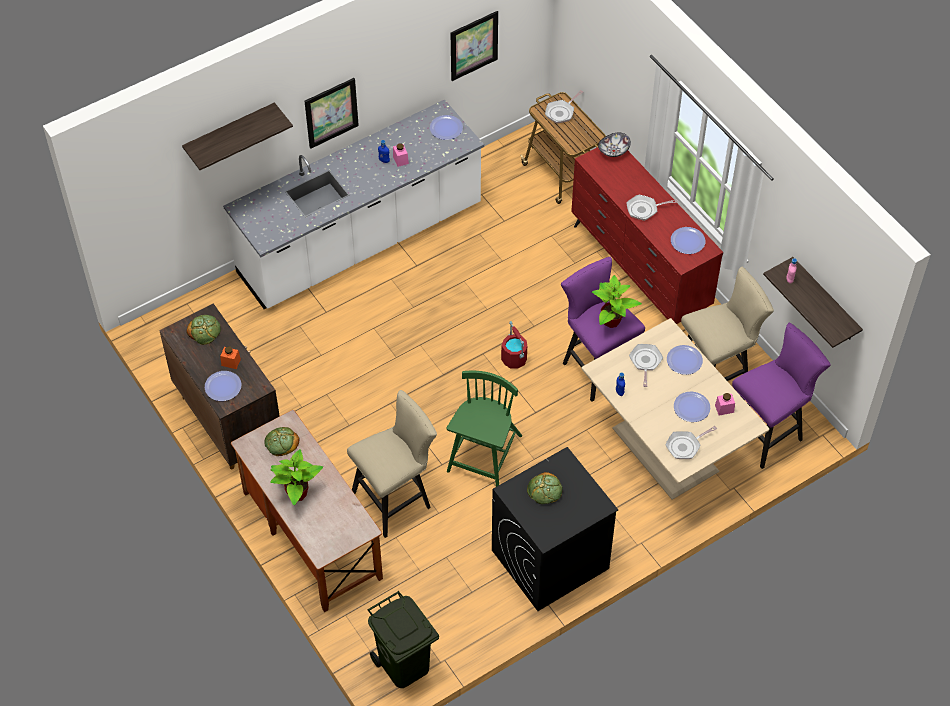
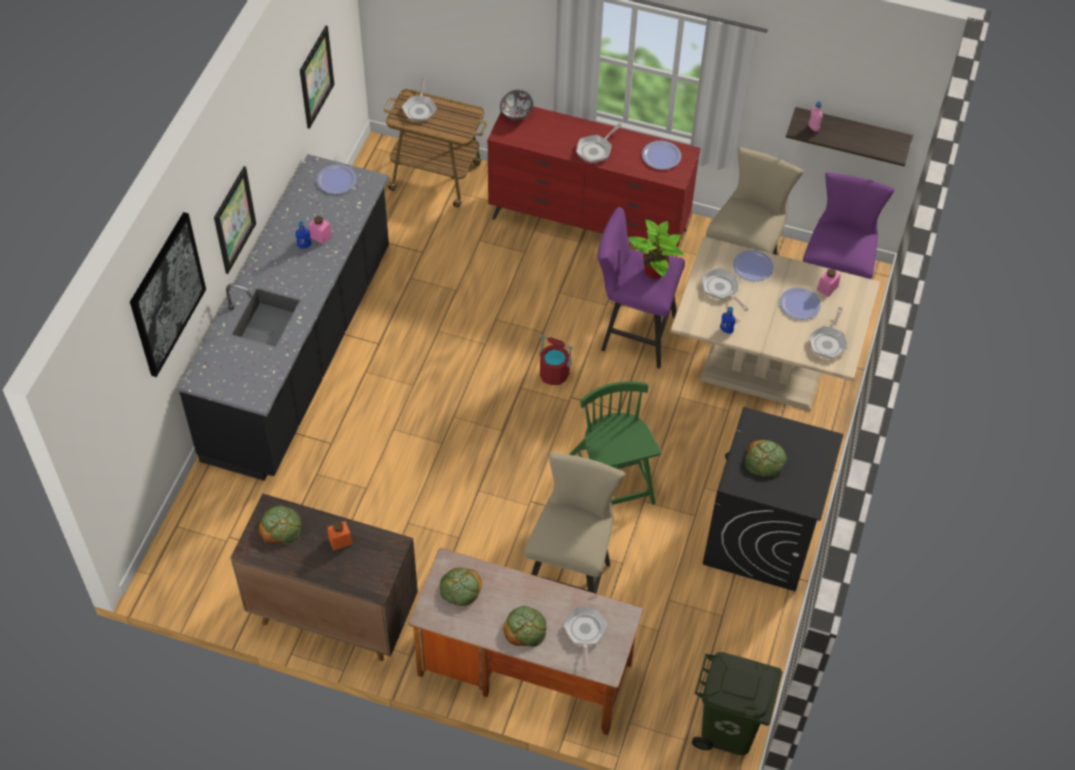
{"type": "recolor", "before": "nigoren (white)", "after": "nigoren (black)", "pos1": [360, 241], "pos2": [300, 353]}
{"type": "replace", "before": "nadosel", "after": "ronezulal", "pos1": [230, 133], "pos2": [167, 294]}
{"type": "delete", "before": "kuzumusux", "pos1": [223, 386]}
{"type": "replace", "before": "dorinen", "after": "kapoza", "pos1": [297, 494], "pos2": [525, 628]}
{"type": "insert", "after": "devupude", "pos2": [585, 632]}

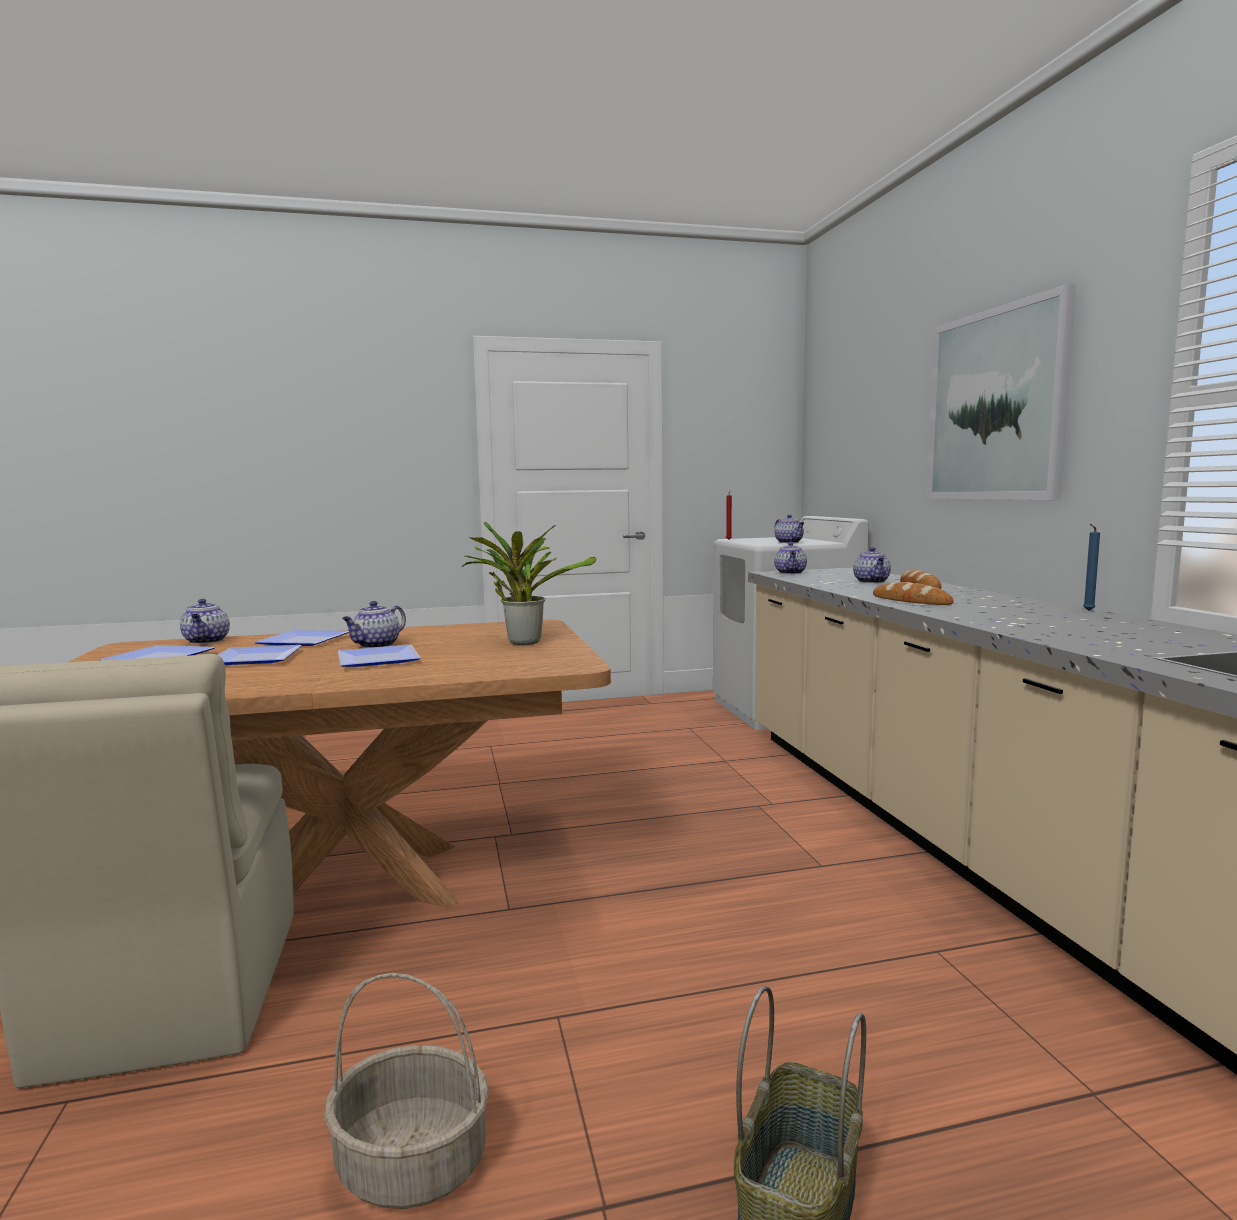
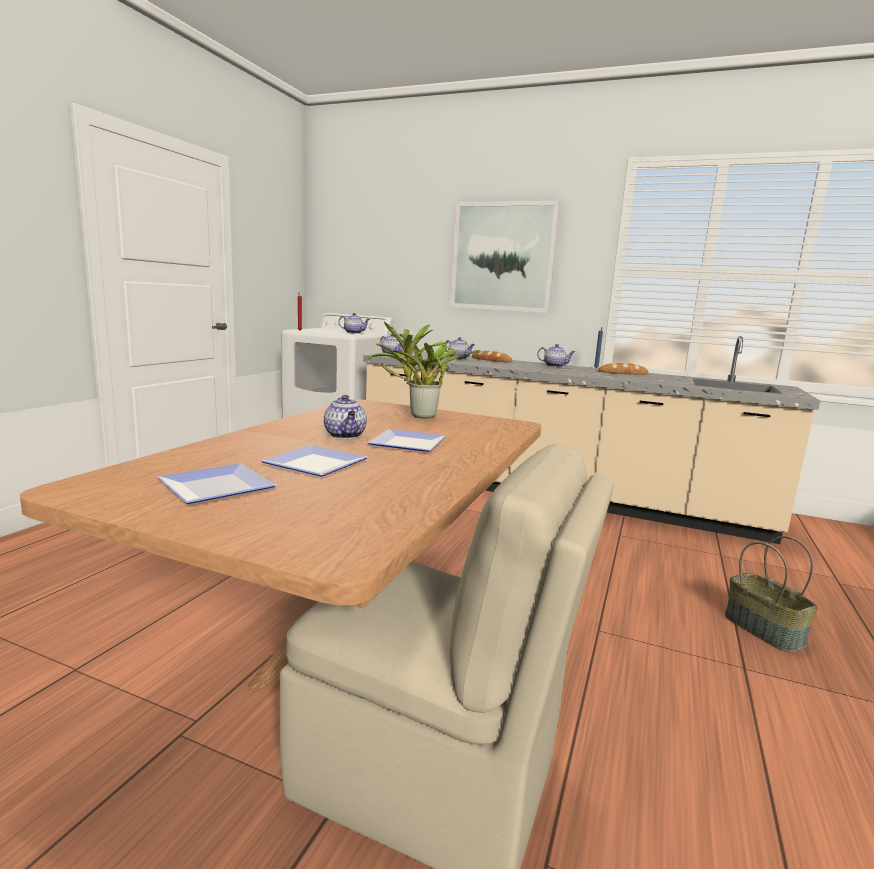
{"type": "move", "before": "kapoza", "pos1": [911, 601], "pos2": [623, 373]}
{"type": "move", "before": "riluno", "pos1": [207, 641], "pos2": [555, 366]}
{"type": "delete", "before": "kuzumusux", "pos1": [307, 641]}
{"type": "delete", "before": "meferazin", "pos1": [410, 1165]}

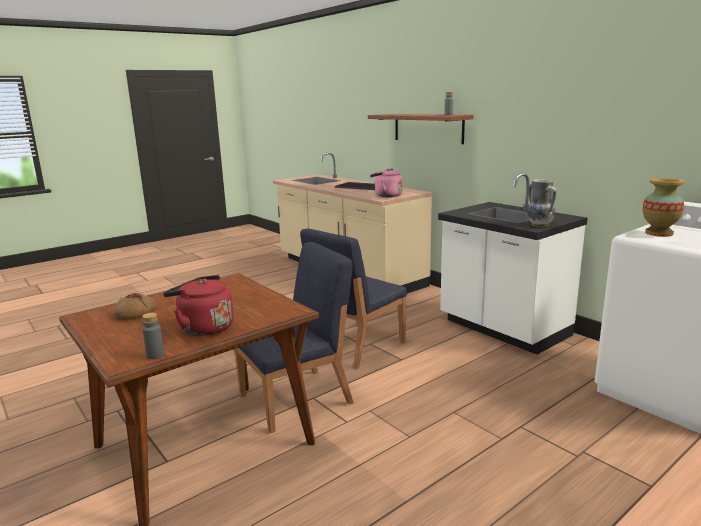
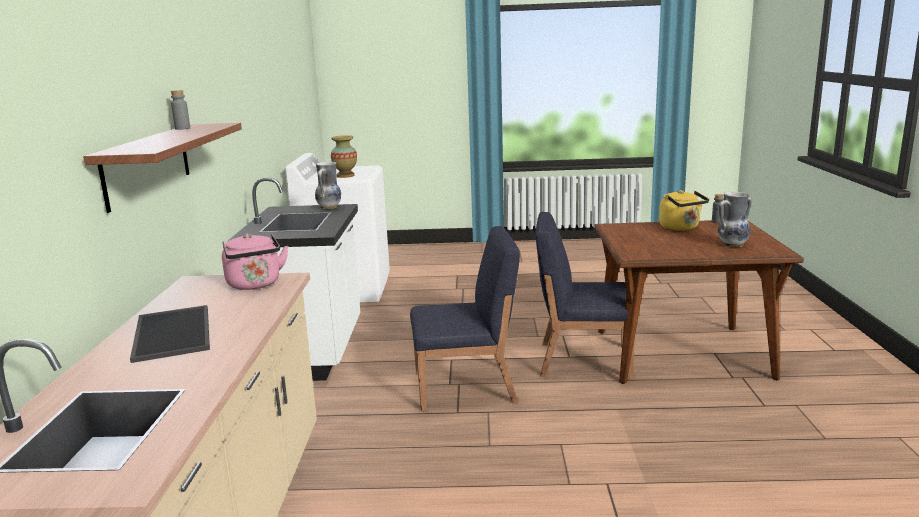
{"type": "recolor", "before": "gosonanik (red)", "after": "gosonanik (yellow)", "pos1": [203, 328], "pos2": [681, 228]}
{"type": "replace", "before": "kapoza", "after": "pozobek", "pos1": [135, 314], "pos2": [732, 244]}

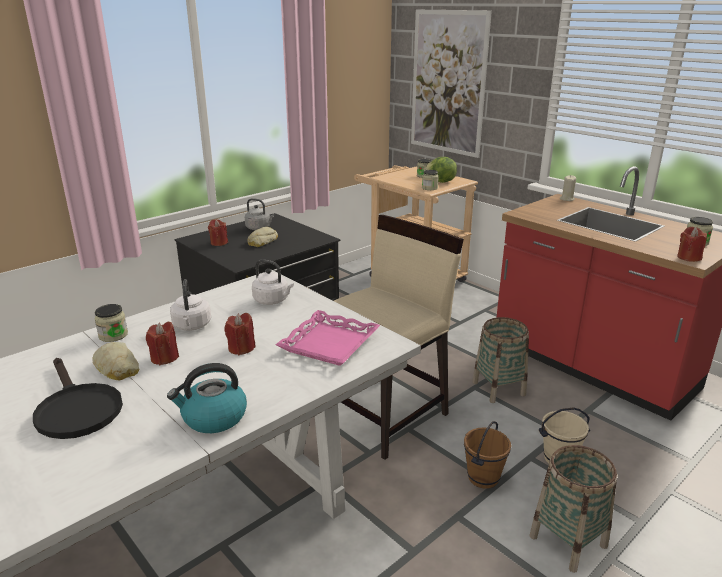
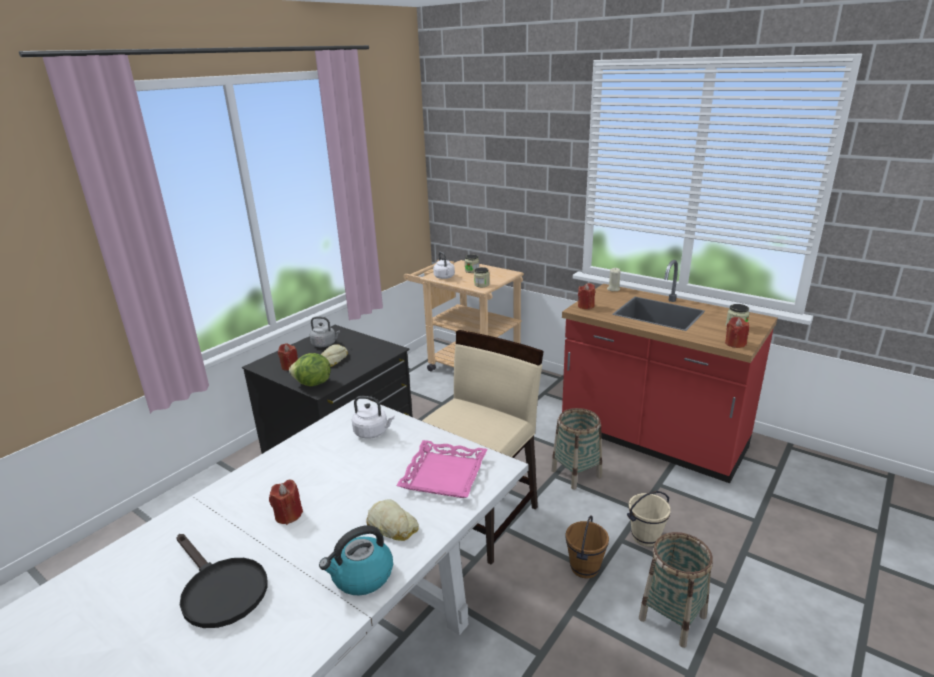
{"type": "delete", "before": "ronezulal", "pos1": [448, 83]}
{"type": "move", "before": "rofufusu", "pos1": [441, 182], "pos2": [313, 384]}
{"type": "move", "before": "gosonanik (white)", "pos1": [192, 326], "pos2": [444, 277]}
{"type": "delete", "before": "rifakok", "pos1": [113, 335]}
{"type": "move", "before": "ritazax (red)", "pos1": [241, 348], "pos2": [586, 306]}
{"type": "move", "before": "kapoza", "pos1": [116, 368], "pos2": [392, 526]}

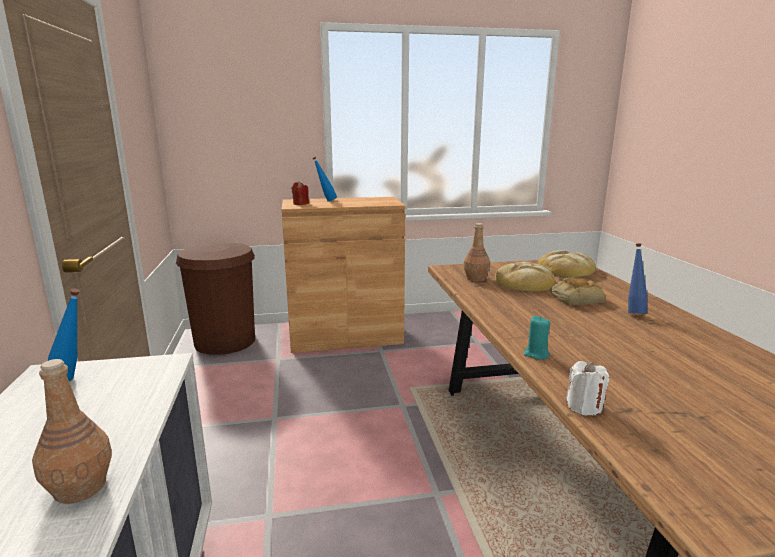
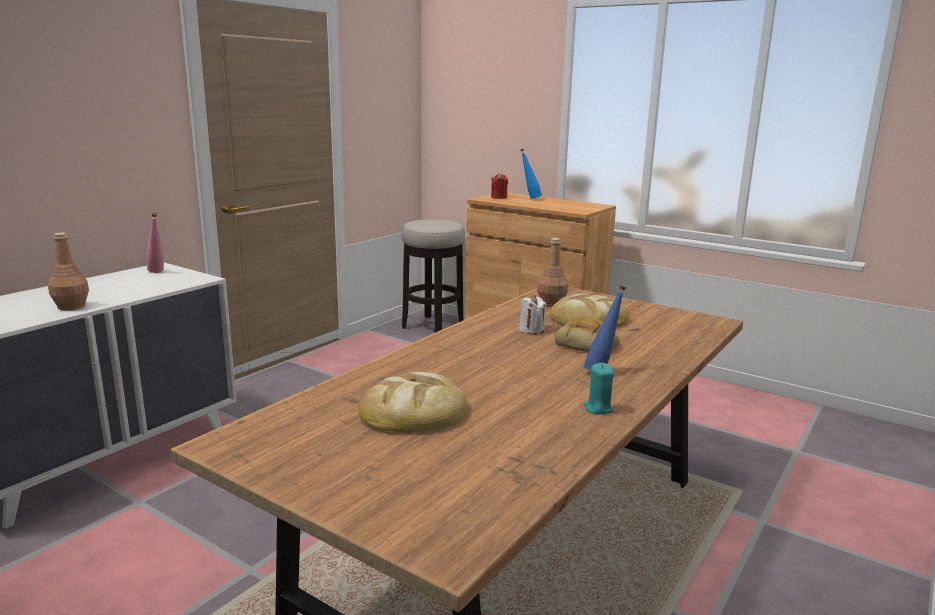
{"type": "replace", "before": "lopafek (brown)", "after": "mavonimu", "pos1": [225, 341], "pos2": [432, 326]}
{"type": "move", "before": "kapoza", "pos1": [566, 269], "pos2": [414, 410]}
{"type": "recolor", "before": "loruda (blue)", "after": "loruda (pink)", "pos1": [73, 381], "pos2": [158, 273]}
{"type": "move", "before": "ritazax (turquoise)", "pos1": [536, 354], "pos2": [598, 408]}
{"type": "move", "before": "ritazax (white)", "pos1": [584, 406], "pos2": [531, 330]}

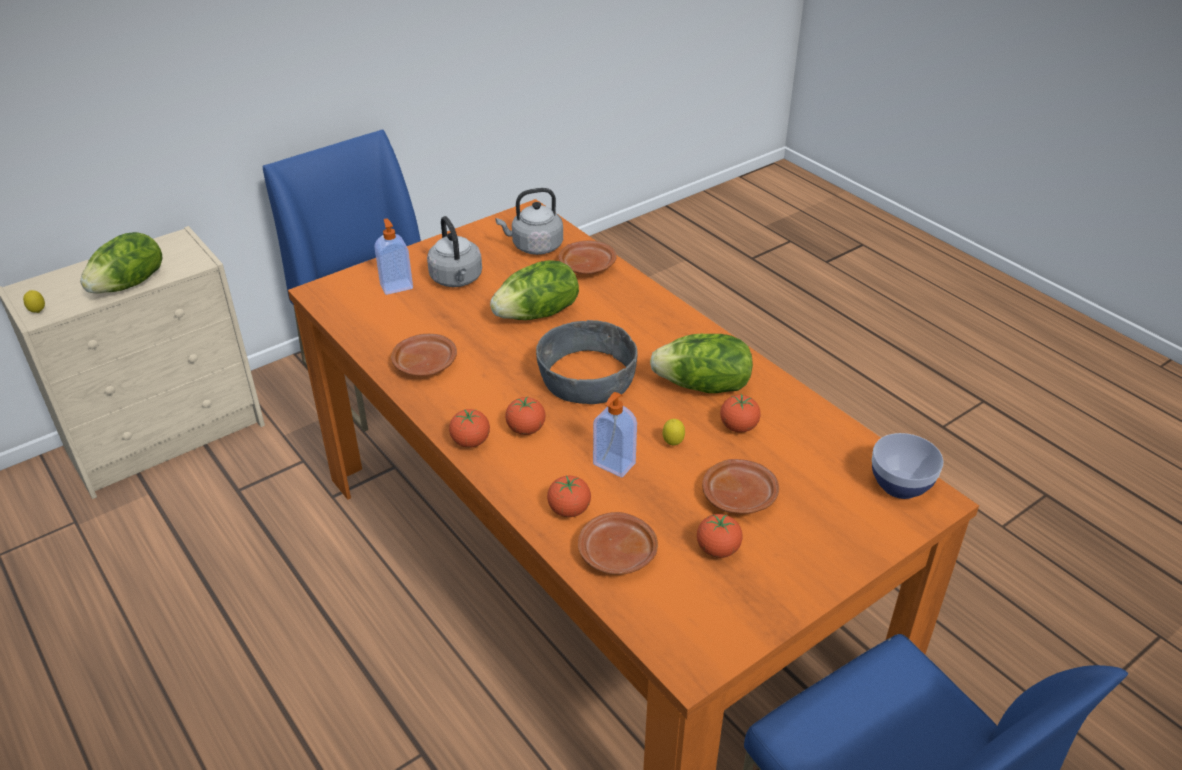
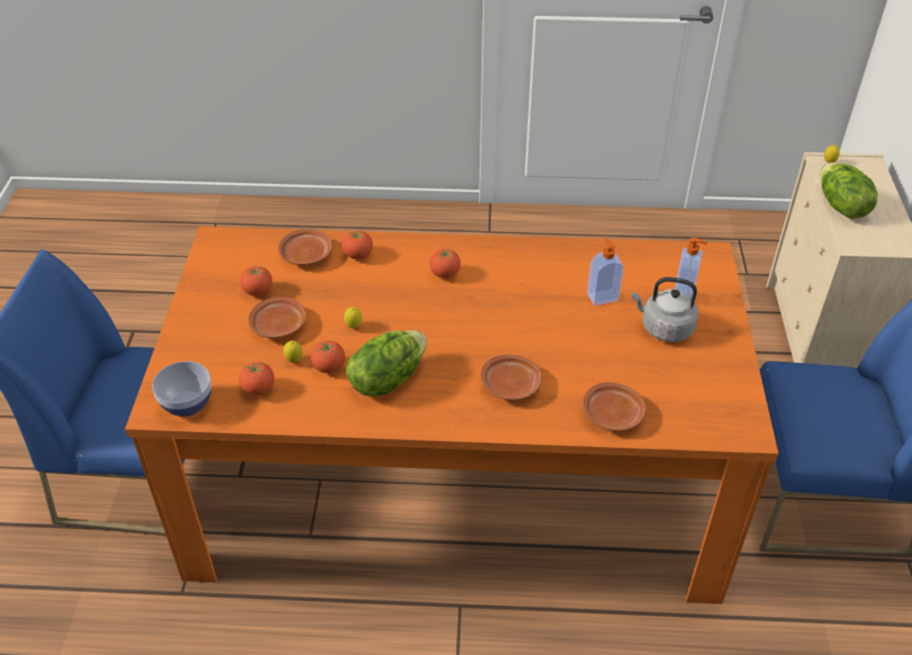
{"type": "delete", "before": "gosonanik (grey)", "pos1": [534, 246]}
{"type": "delete", "before": "rofufusu", "pos1": [538, 314]}
{"type": "delete", "before": "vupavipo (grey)", "pos1": [585, 378]}
{"type": "move", "before": "kuzumusux (brown)", "pos1": [425, 364], "pos2": [511, 385]}
{"type": "move", "before": "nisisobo", "pos1": [613, 465], "pos2": [602, 296]}
{"type": "move", "before": "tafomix", "pos1": [470, 442], "pos2": [258, 389]}
{"type": "insert", "after": "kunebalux", "pos2": [294, 361]}

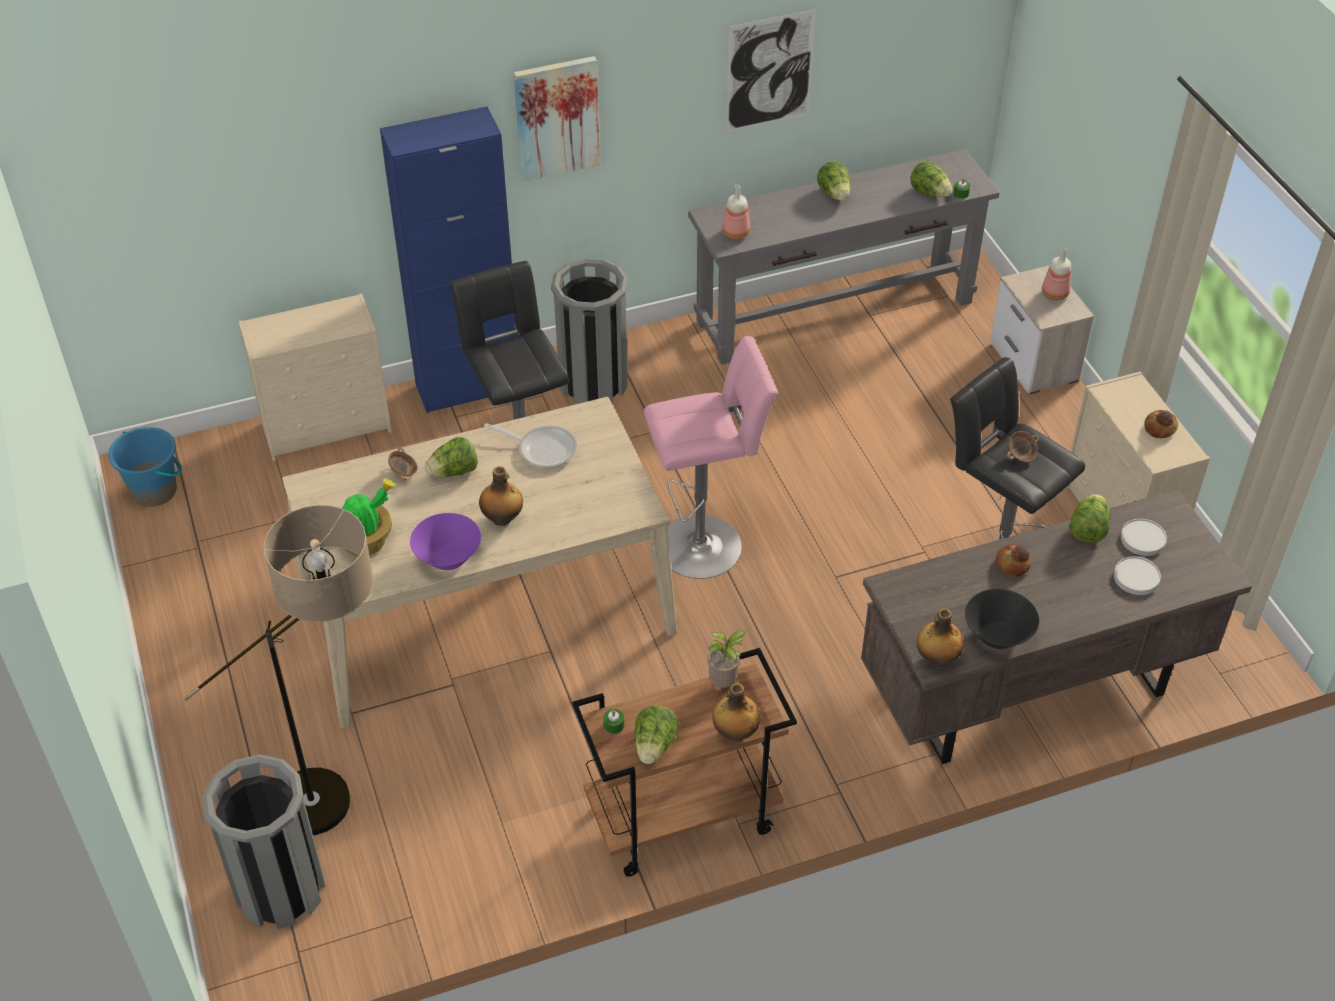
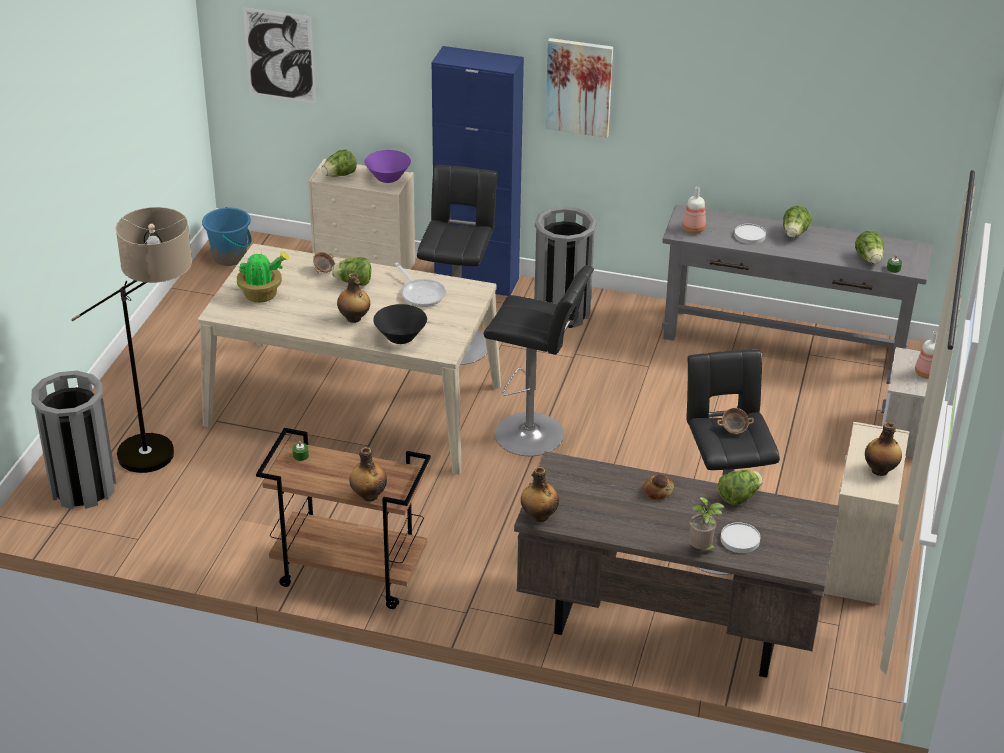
{"type": "move", "before": "ronezulal", "pos1": [769, 71], "pos2": [279, 55]}
{"type": "recolor", "before": "mavonimu (pink)", "after": "mavonimu (black)", "pos1": [706, 544], "pos2": [534, 435]}
{"type": "replace", "before": "kapoza", "after": "loruda", "pos1": [1160, 428], "pos2": [880, 470]}
{"type": "move", "before": "vupavipo (purple)", "pos1": [448, 558], "pos2": [388, 178]}
{"type": "move", "before": "kuzumusux (white)", "pos1": [1142, 539], "pos2": [749, 235]}
{"type": "move", "before": "vupavipo (black)", "pos1": [997, 636], "pos2": [401, 337]}
{"type": "move", "before": "dorinen", "pos1": [724, 683], "pos2": [702, 549]}
{"type": "move", "before": "rofufusu", "pos1": [654, 746], "pos2": [339, 175]}

